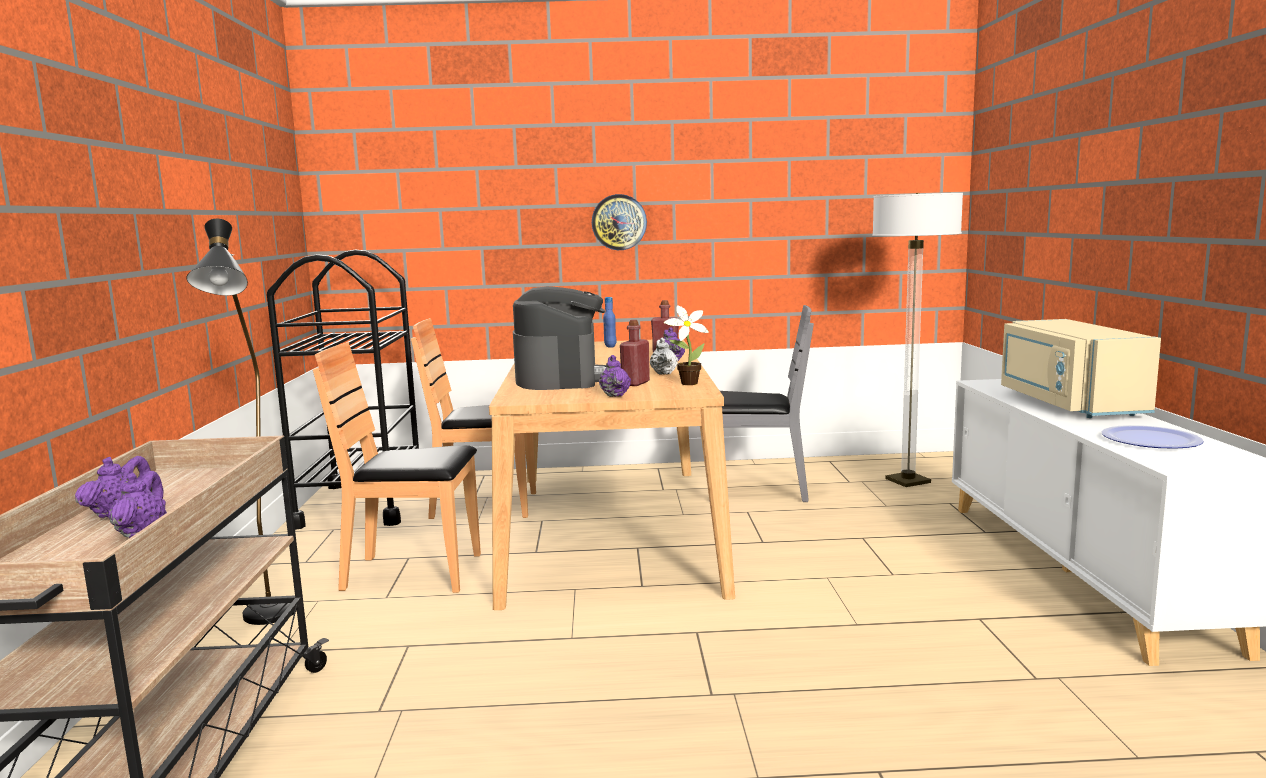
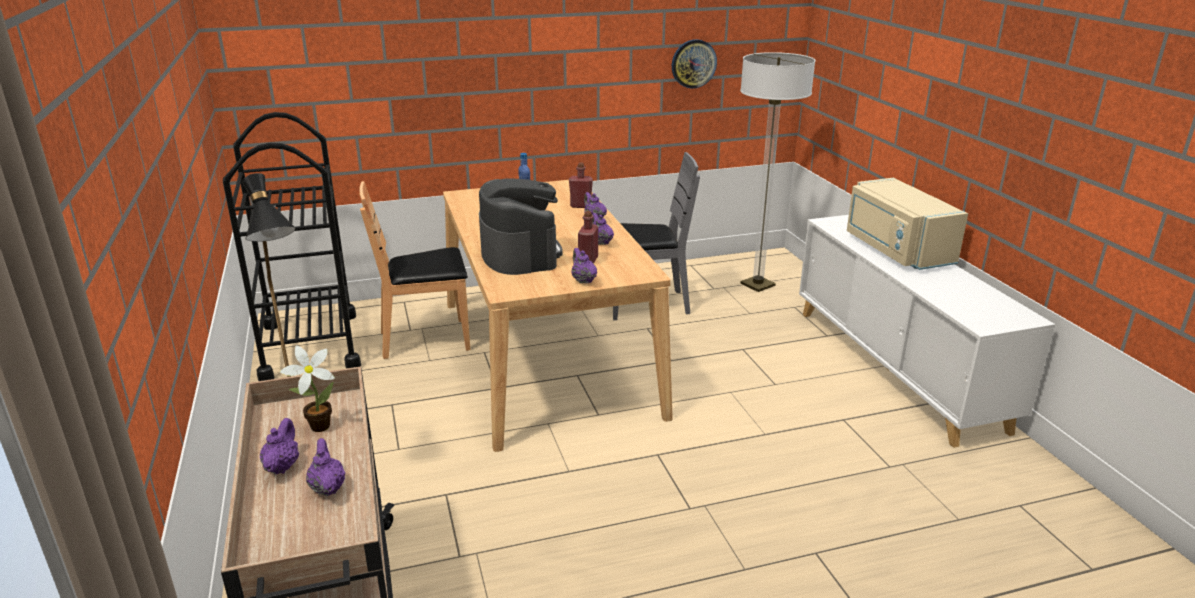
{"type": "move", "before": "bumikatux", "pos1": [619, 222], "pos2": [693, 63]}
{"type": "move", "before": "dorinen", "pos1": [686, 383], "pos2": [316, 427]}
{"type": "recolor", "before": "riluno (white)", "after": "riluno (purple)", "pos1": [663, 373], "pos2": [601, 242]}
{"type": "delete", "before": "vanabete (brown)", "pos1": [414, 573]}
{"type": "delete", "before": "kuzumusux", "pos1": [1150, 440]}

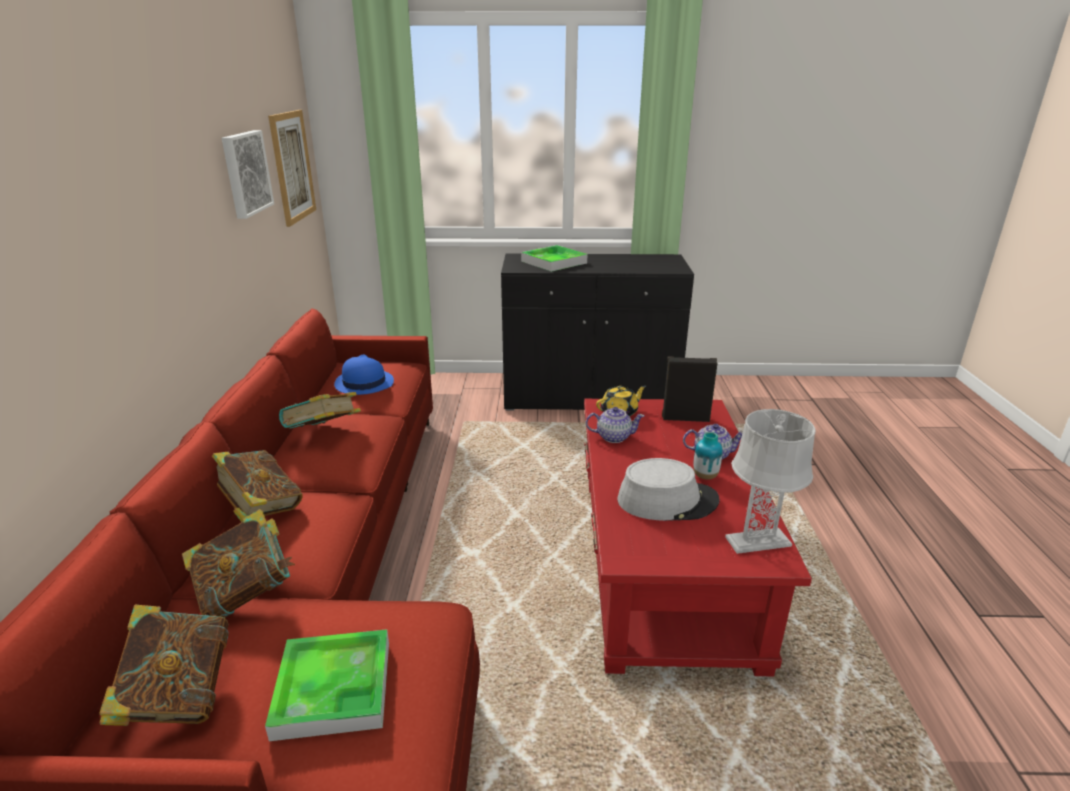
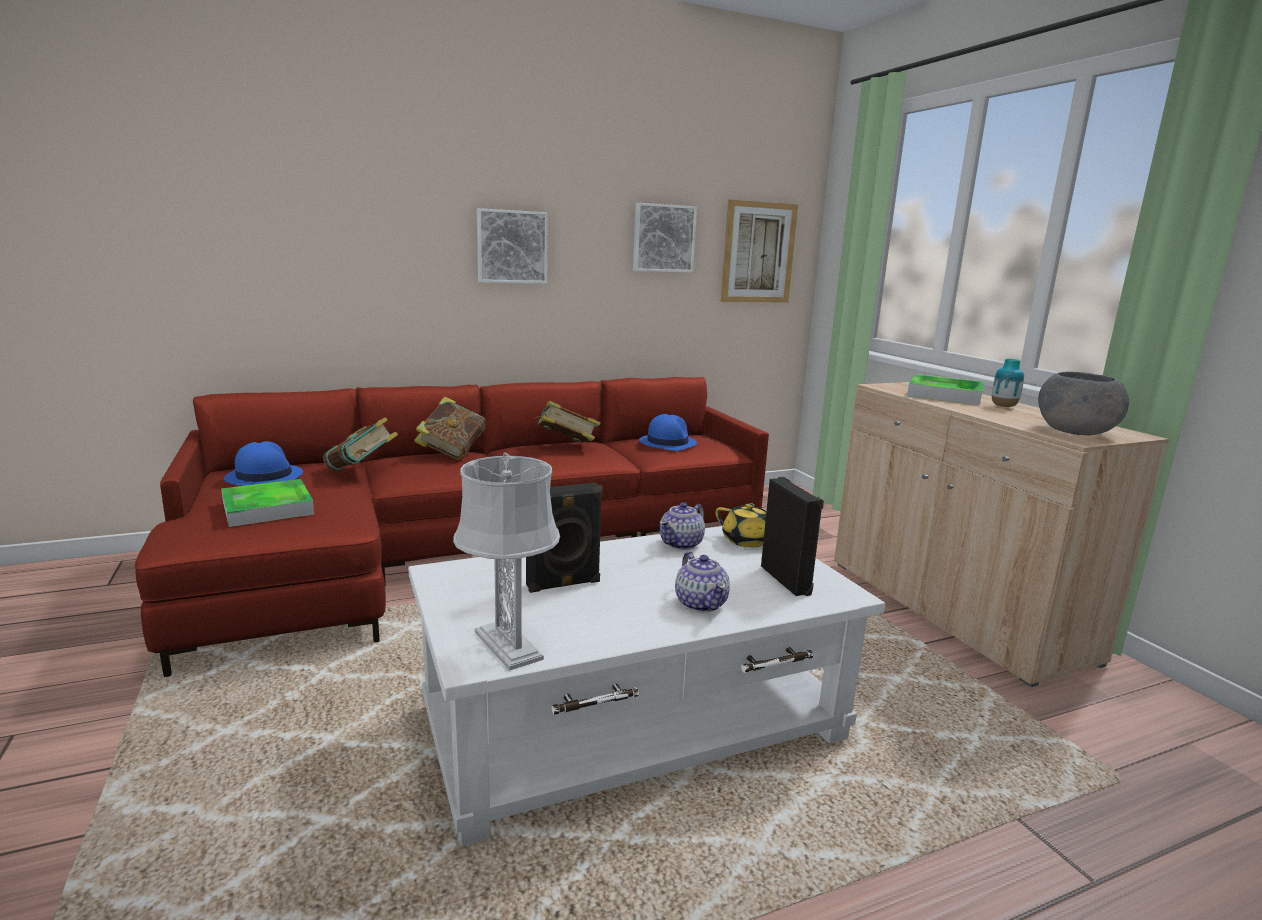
{"type": "recolor", "before": "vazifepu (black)", "after": "vazifepu (beige)", "pos1": [589, 397], "pos2": [953, 609]}
{"type": "recolor", "before": "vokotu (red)", "after": "vokotu (white)", "pos1": [664, 563], "pos2": [636, 724]}
{"type": "rotate", "before": "riluno", "pos1": [613, 437], "pos2": [681, 544], "turn": 60}
{"type": "move", "before": "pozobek", "pos1": [705, 476], "pos2": [1003, 406]}
{"type": "replace", "before": "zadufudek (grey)", "after": "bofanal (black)", "pos1": [667, 500], "pos2": [563, 584]}
{"type": "replace", "before": "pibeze", "after": "zadufudek (blue)", "pos1": [178, 696], "pos2": [264, 476]}
{"type": "insert", "after": "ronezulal", "pos2": [511, 247]}
{"type": "insert", "after": "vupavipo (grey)", "pos2": [1075, 432]}

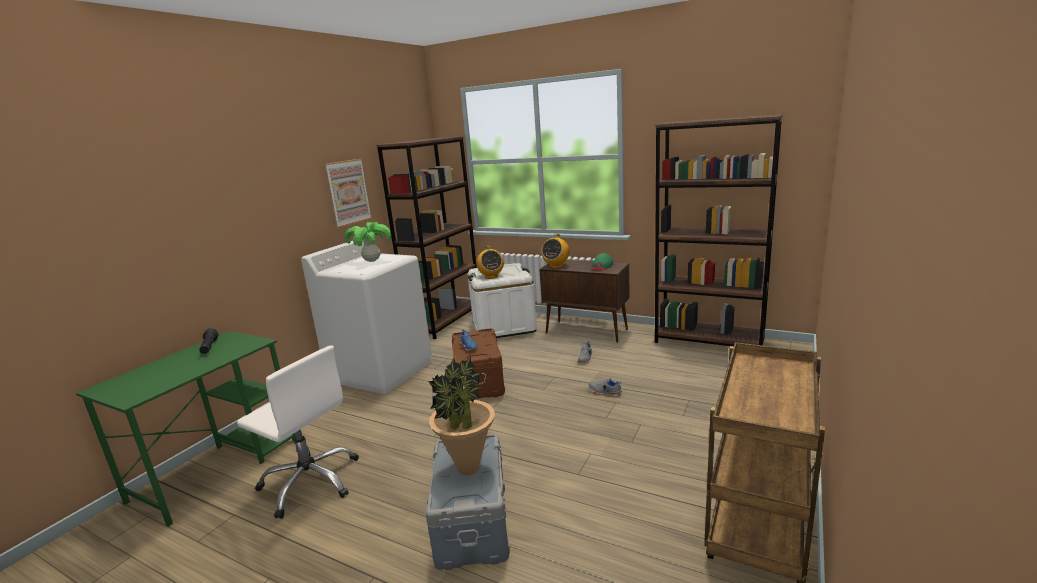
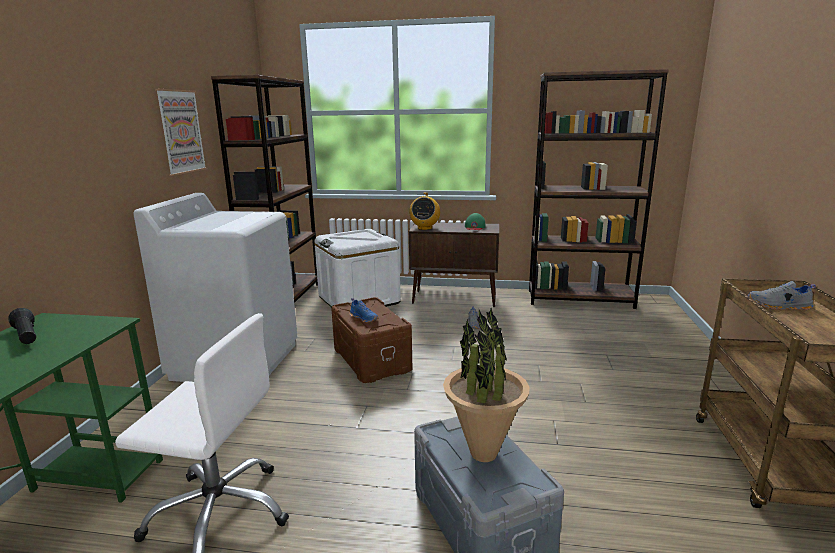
{"type": "delete", "before": "dorinen", "pos1": [372, 261]}
{"type": "delete", "before": "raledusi", "pos1": [491, 276]}
{"type": "move", "before": "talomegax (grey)", "pos1": [605, 392], "pos2": [779, 306]}

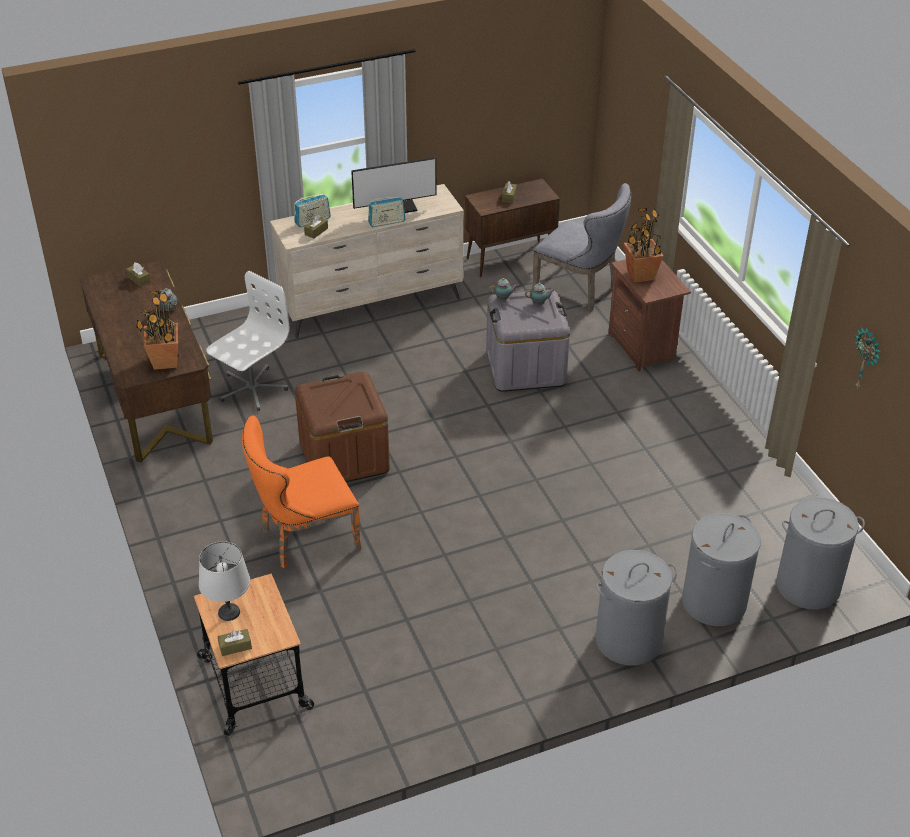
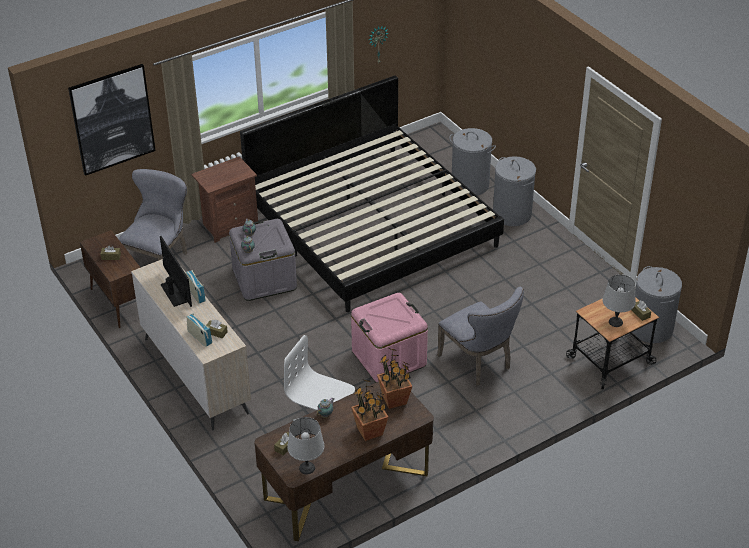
{"type": "move", "before": "dorinen", "pos1": [640, 275], "pos2": [370, 431]}
{"type": "recolor", "before": "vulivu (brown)", "after": "vulivu (pink)", "pos1": [344, 456], "pos2": [389, 358]}
{"type": "recolor", "before": "vanabete (orange)", "after": "vanabete (grey)", "pos1": [304, 539], "pos2": [479, 363]}
{"type": "move", "before": "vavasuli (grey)", "pos1": [808, 586], "pos2": [651, 328]}
{"type": "insert", "after": "ronezulal", "pos2": [112, 119]}
{"type": "insert", "after": "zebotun", "pos2": [371, 225]}
{"type": "insert", "after": "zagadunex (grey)", "pos2": [307, 468]}

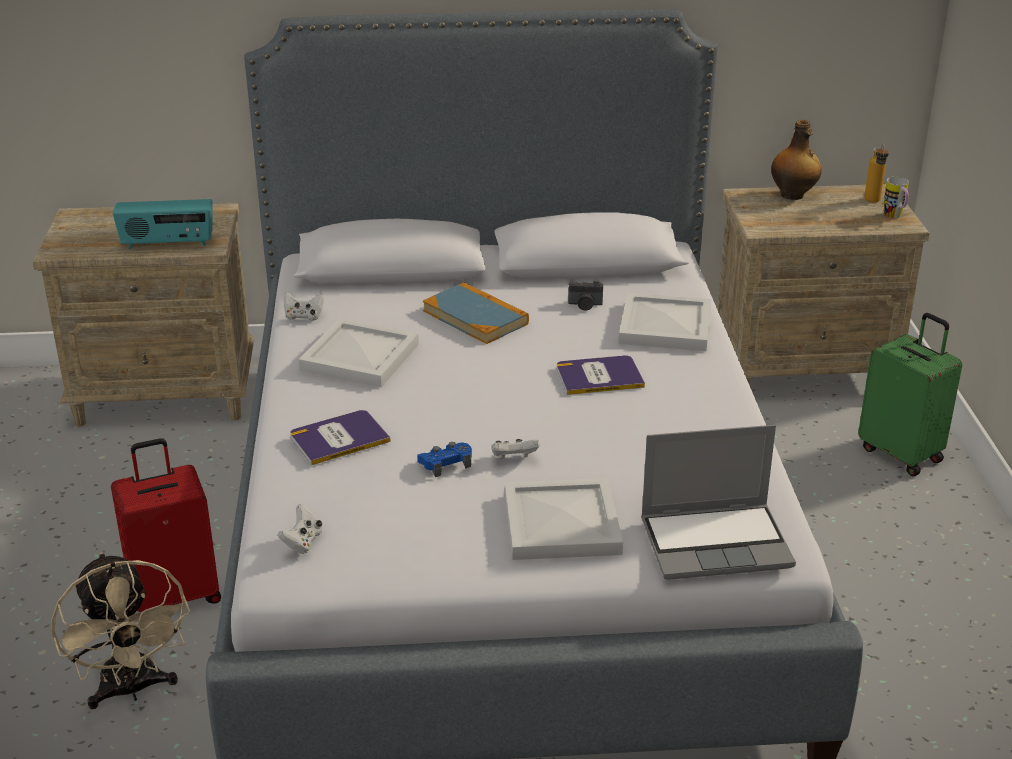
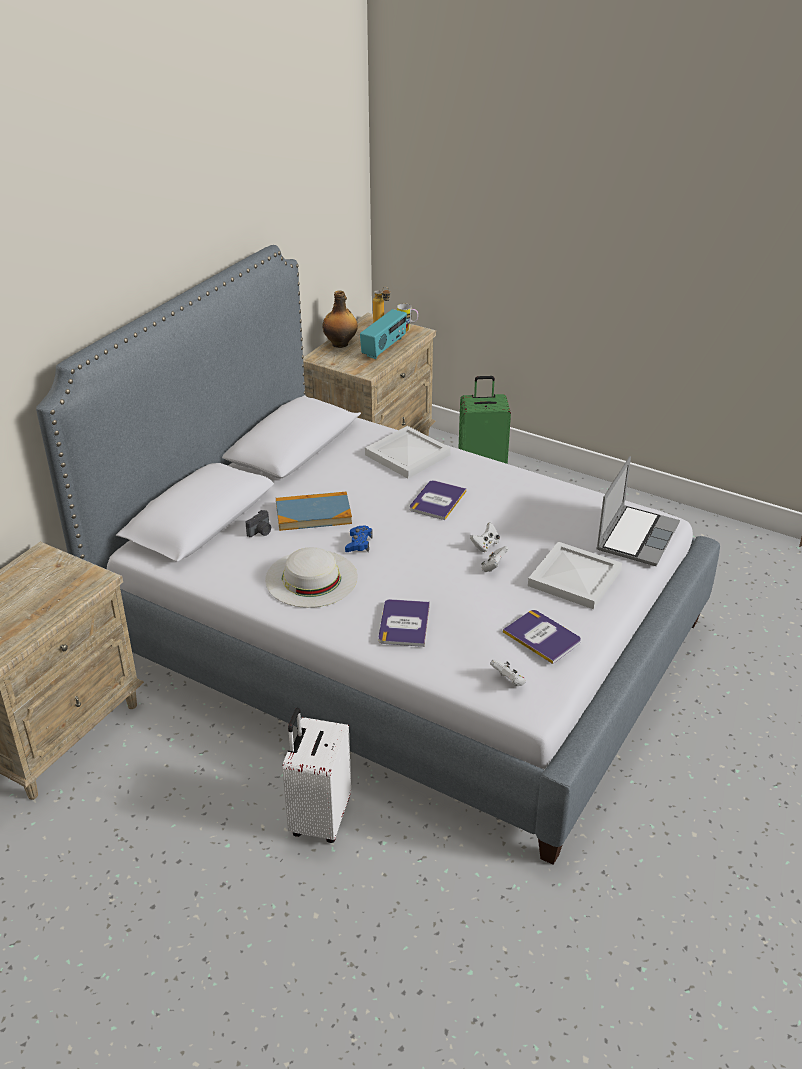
{"type": "move", "before": "raledusi", "pos1": [167, 244], "pos2": [384, 348]}
{"type": "move", "before": "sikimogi", "pos1": [585, 305], "pos2": [261, 532]}
{"type": "move", "before": "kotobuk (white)", "pos1": [303, 317], "pos2": [485, 545]}
{"type": "replace", "before": "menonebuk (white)", "after": "zadufudek (white)", "pos1": [360, 358], "pos2": [311, 578]}
{"type": "recolor", "before": "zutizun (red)", "after": "zutizun (white)", "pos1": [175, 595], "pos2": [319, 818]}
{"type": "move", "before": "kotobuk (blue)", "pos1": [446, 463], "pos2": [359, 543]}
{"type": "delete", "before": "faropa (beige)", "pos1": [132, 690]}
{"type": "insert", "after": "pibeze", "pos2": [542, 637]}

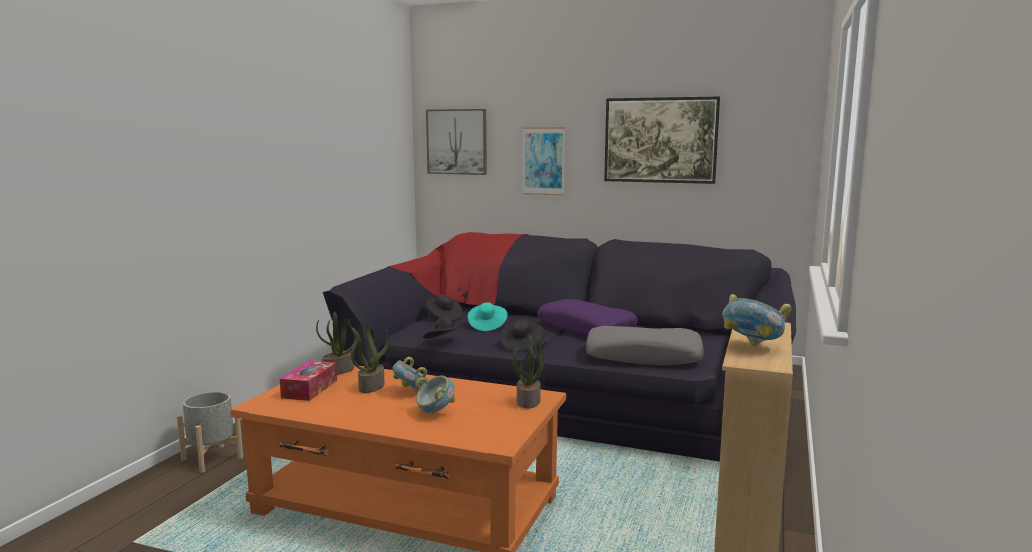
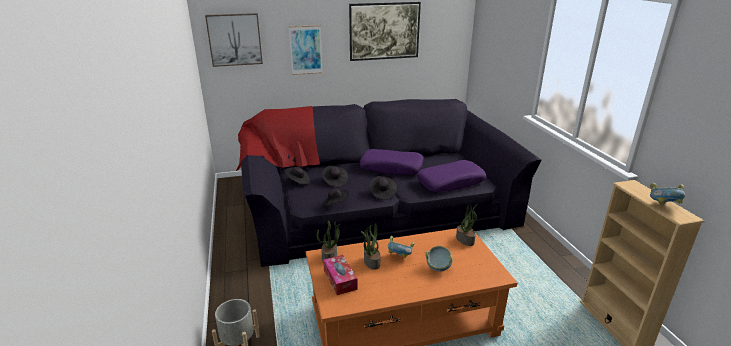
{"type": "recolor", "before": "zadufudek (turquoise)", "after": "zadufudek (black)", "pos1": [487, 326], "pos2": [334, 182]}
{"type": "recolor", "before": "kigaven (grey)", "after": "kigaven (purple)", "pos1": [643, 357], "pos2": [450, 182]}

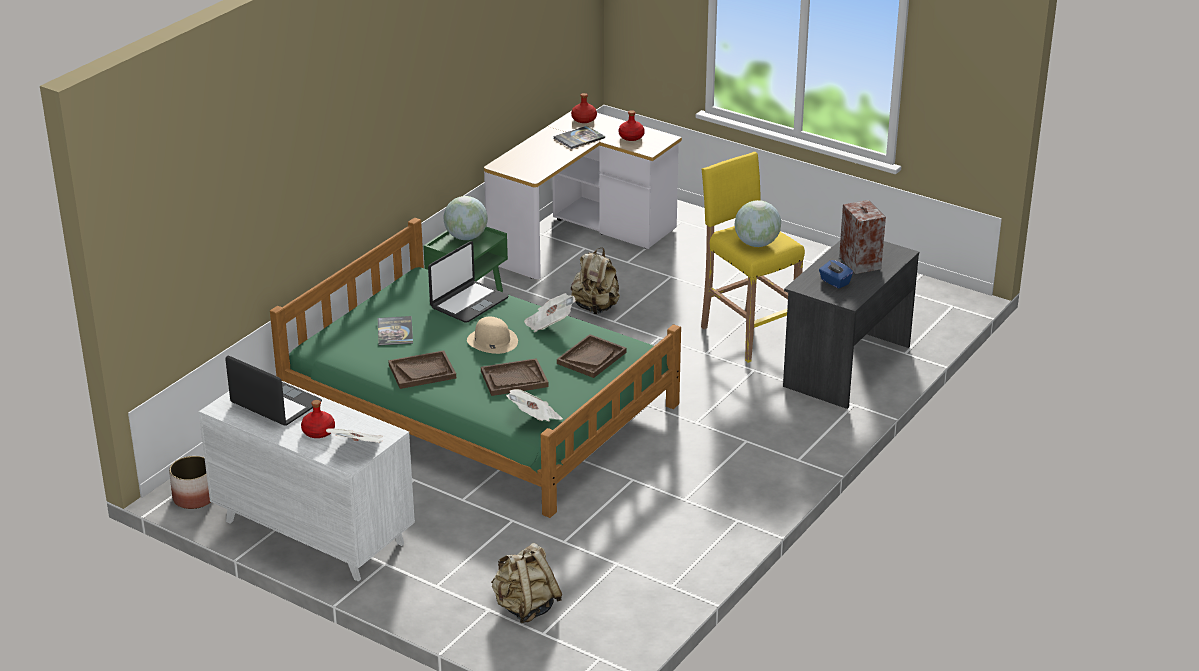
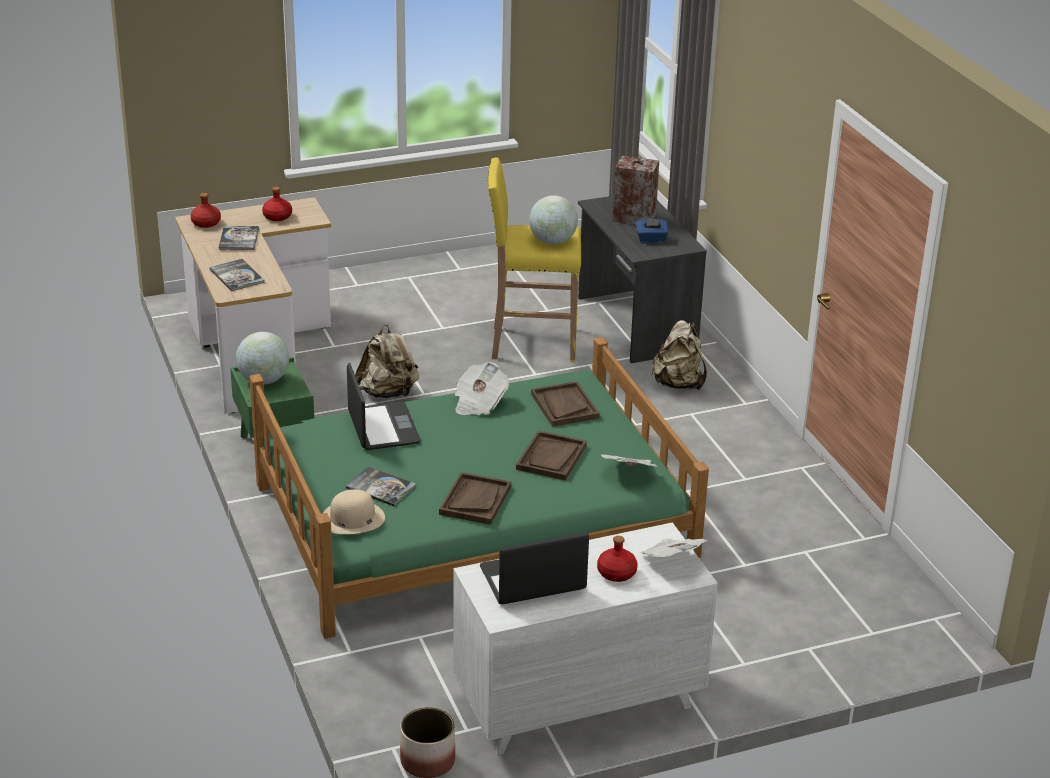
{"type": "move", "before": "zadufudek (beige)", "pos1": [492, 341], "pos2": [352, 518]}
{"type": "move", "before": "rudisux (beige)", "pos1": [525, 608], "pos2": [678, 383]}
{"type": "insert", "after": "pibeze", "pos2": [237, 276]}

